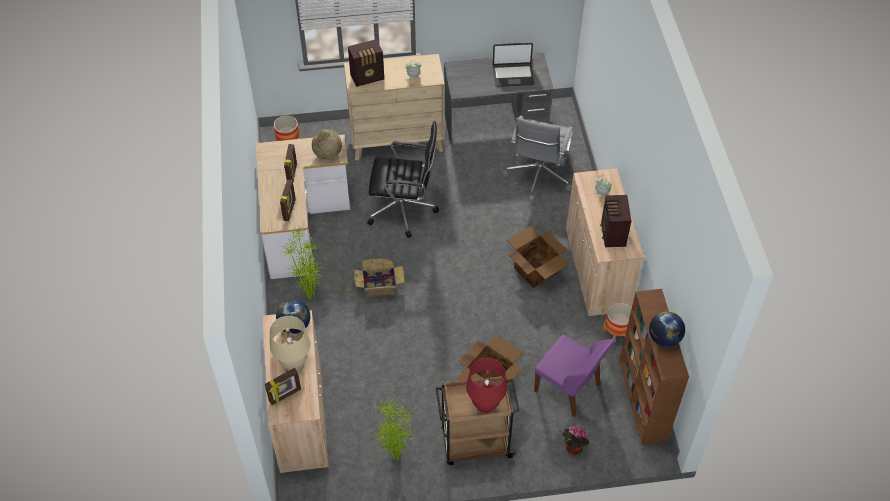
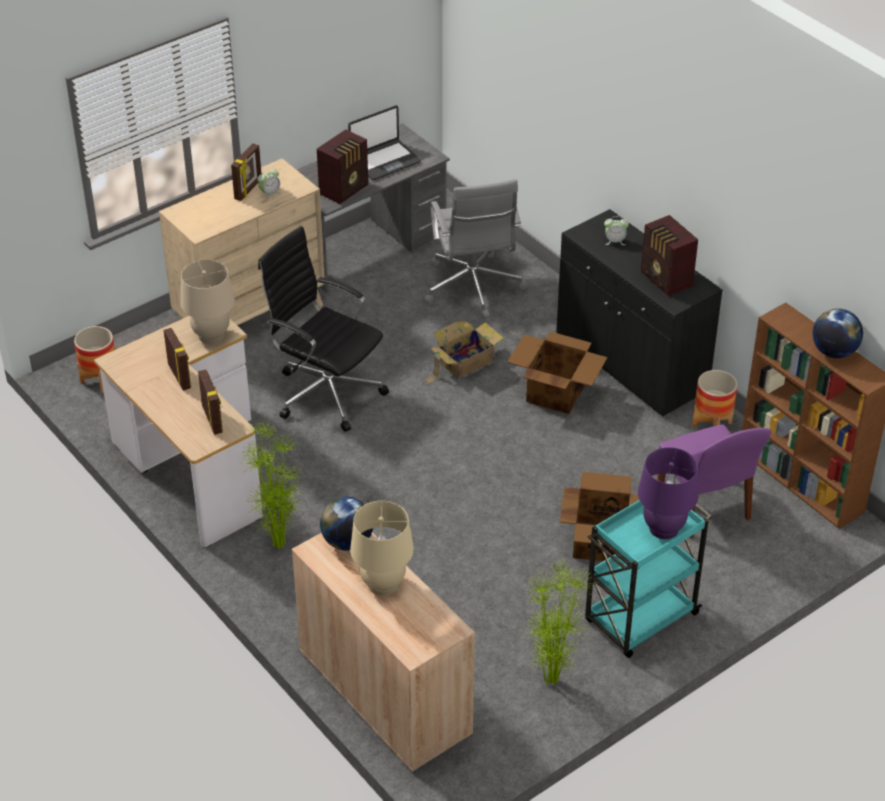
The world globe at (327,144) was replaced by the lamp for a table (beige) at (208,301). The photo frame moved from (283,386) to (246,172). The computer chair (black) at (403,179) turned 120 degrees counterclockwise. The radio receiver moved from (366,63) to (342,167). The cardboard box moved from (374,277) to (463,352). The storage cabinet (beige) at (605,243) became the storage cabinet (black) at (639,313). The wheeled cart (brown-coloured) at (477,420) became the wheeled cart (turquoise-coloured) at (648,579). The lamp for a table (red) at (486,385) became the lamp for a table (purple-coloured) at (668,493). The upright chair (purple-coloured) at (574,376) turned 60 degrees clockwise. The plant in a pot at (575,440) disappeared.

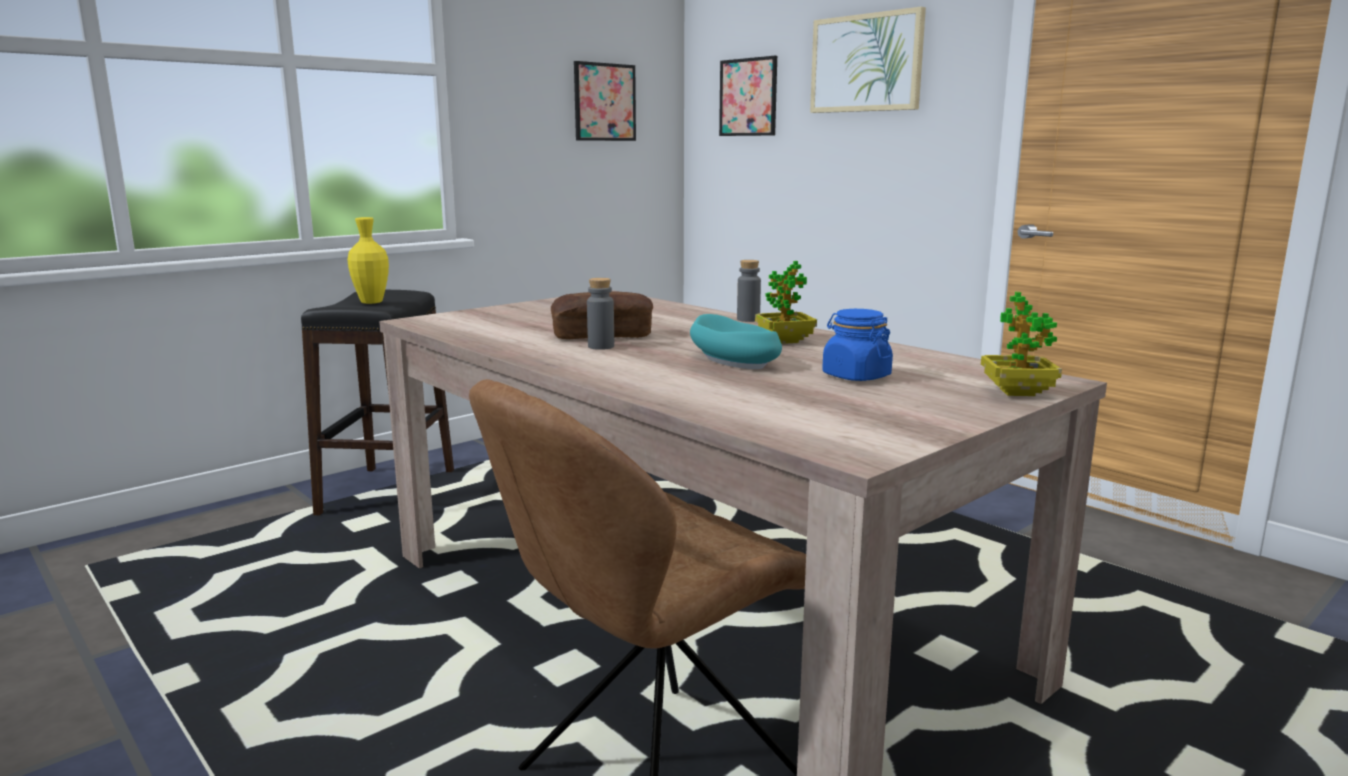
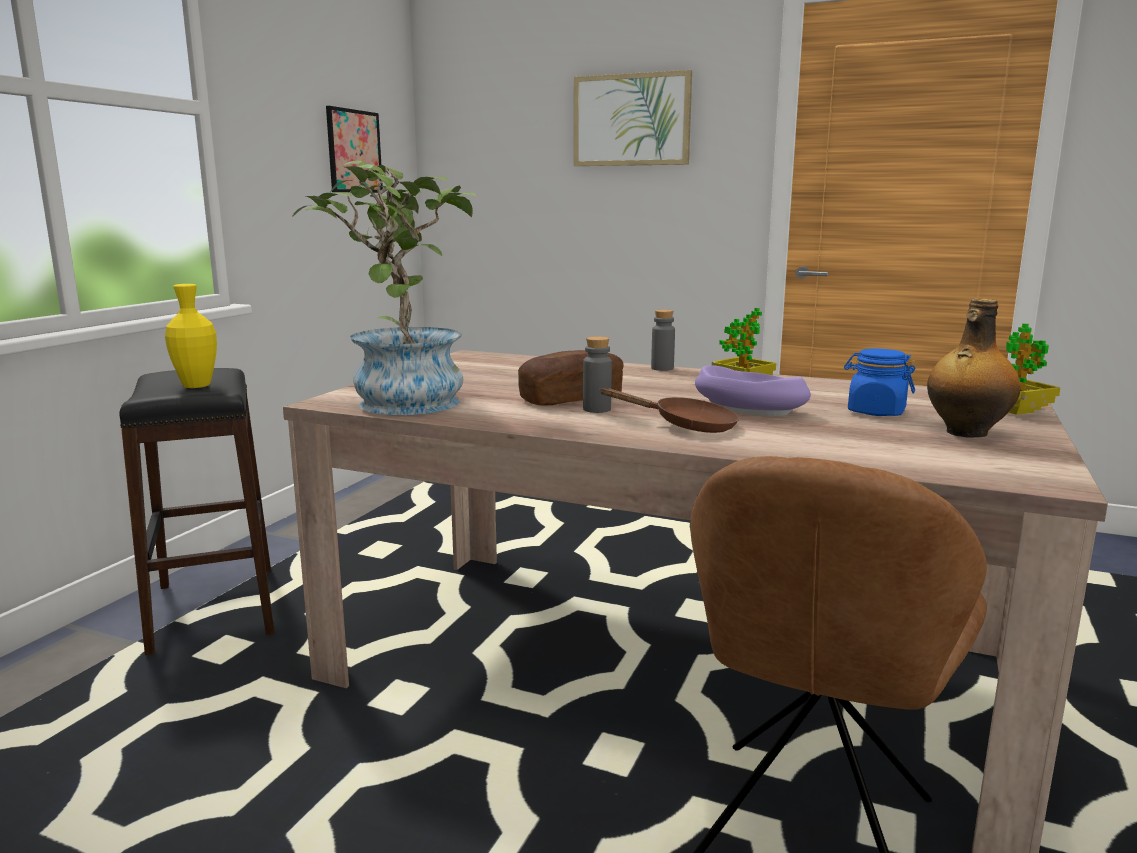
The plant in a pot at (384,287) appeared. The frying pan (brown-coloured) at (669,410) appeared. The bowl (turquoise-coloured) at (736,341) became the bowl (purple-coloured) at (753,390). The bottle at (974,368) appeared. The wall art at (748,96) disappeared.

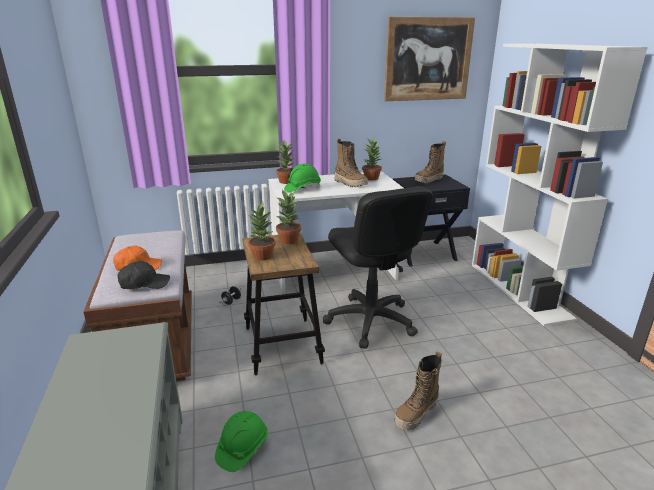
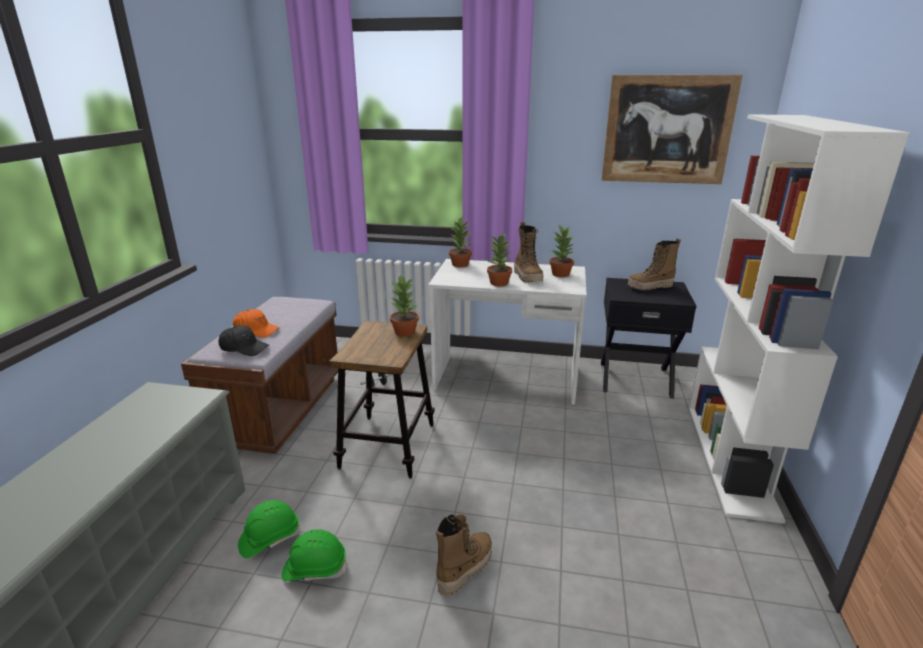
The work helmet (green) moved from (302,178) to (315,555). The high-top boot at (418,391) turned 150 degrees clockwise. The plant in a pot moved from (262,232) to (499,259). The computer chair (black) at (378,267) disappeared.

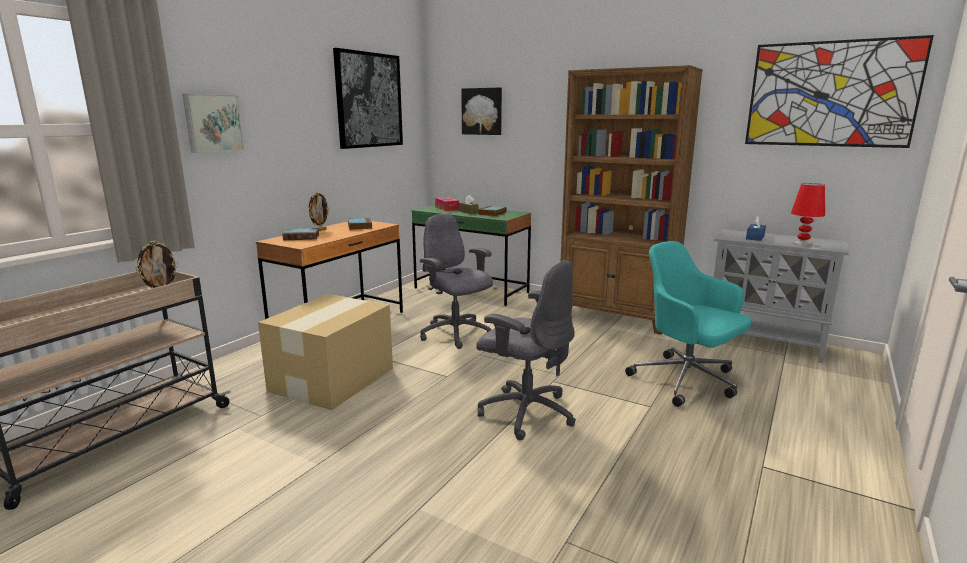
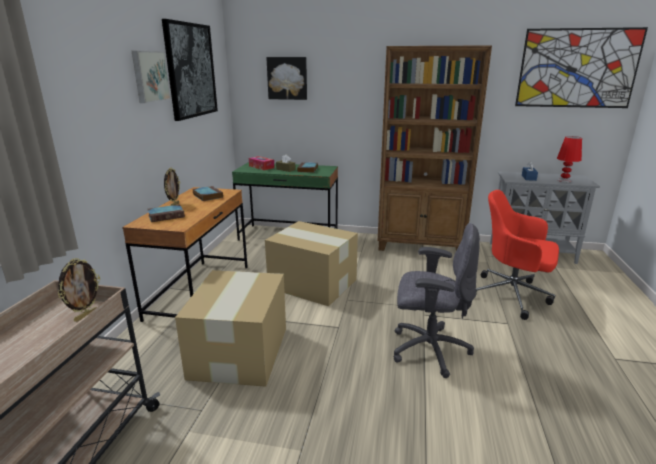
The wall art moved from (213,123) to (151,77). The computer chair (grey) at (456,281) was replaced by the cardboard box at (311,263). The computer chair (turquoise-coloured) at (688,324) became the computer chair (red) at (517,255).

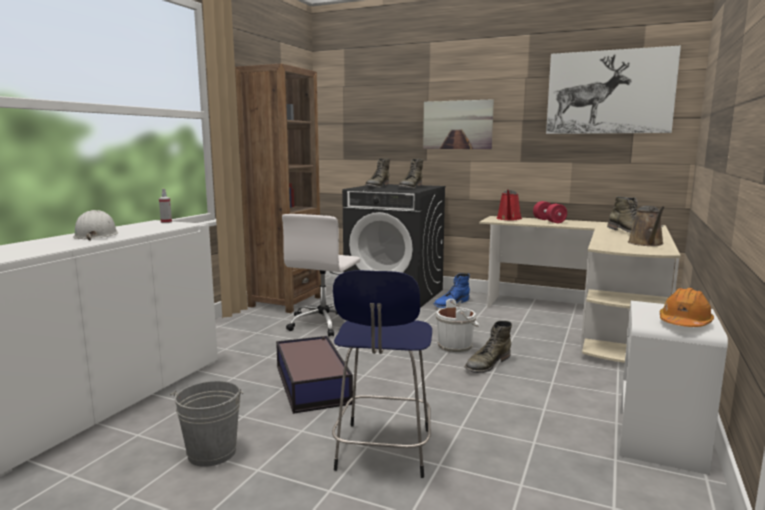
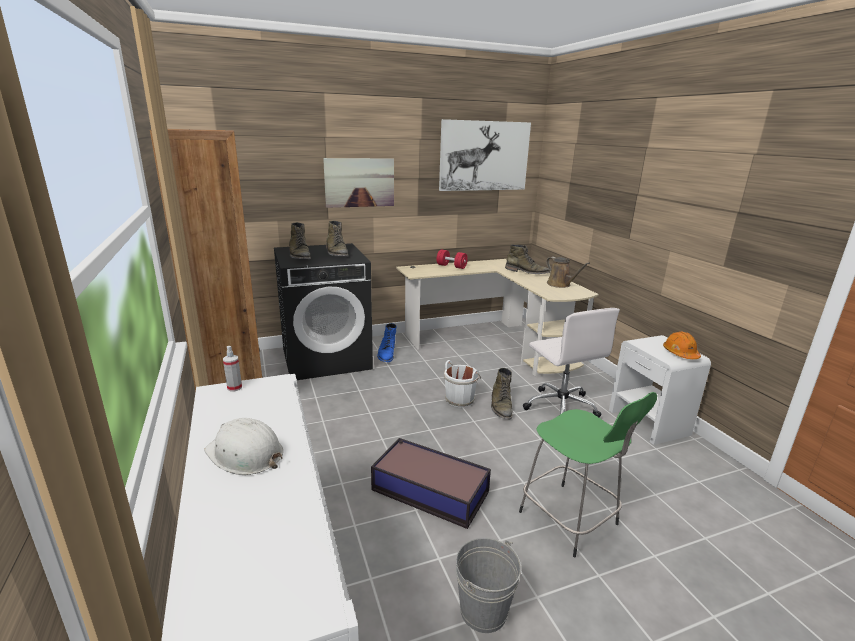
The sitting stool (blue) at (382,374) became the sitting stool (green) at (588,474). The computer chair (whitish) moved from (321,275) to (571,363). The watering pot (red) at (509,204) disappeared.

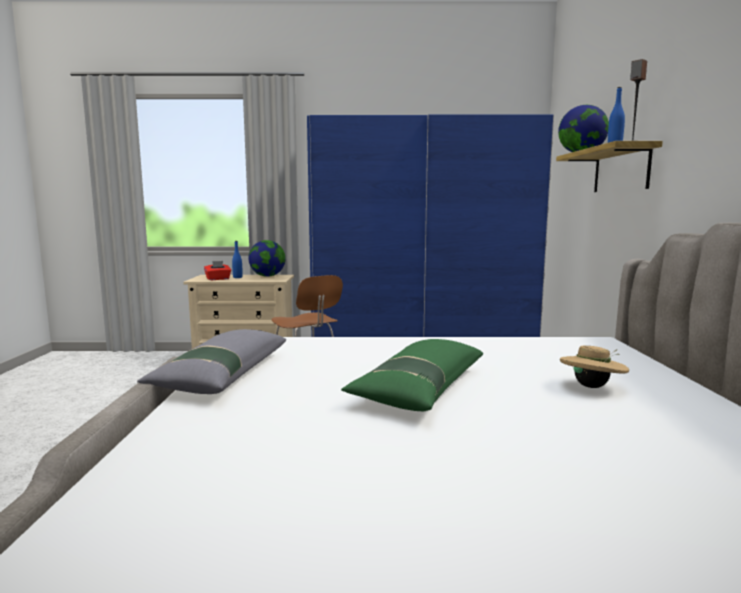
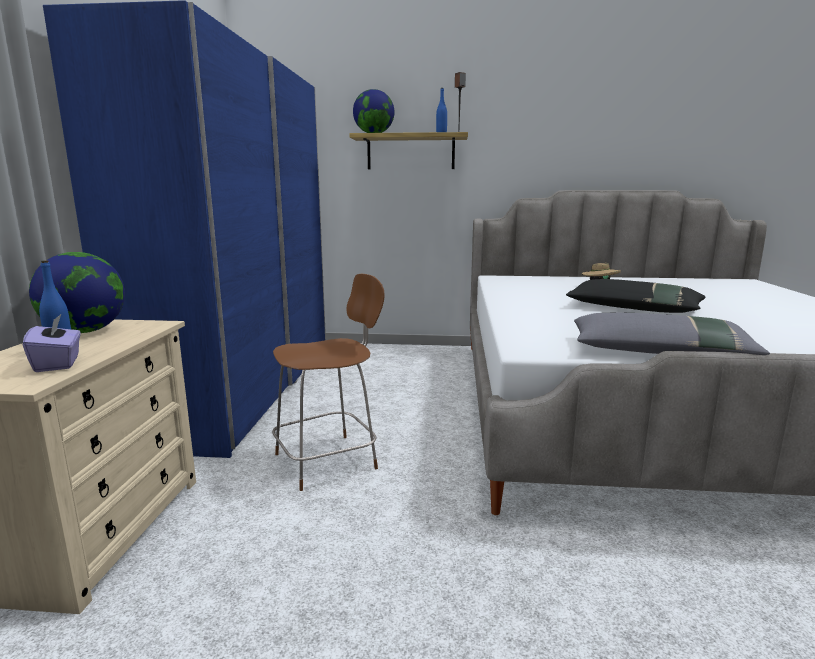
The tissue holder (red) at (217,270) became the tissue holder (purple-coloured) at (52,343). The pillow (green) at (412,375) became the pillow (black) at (636,296).

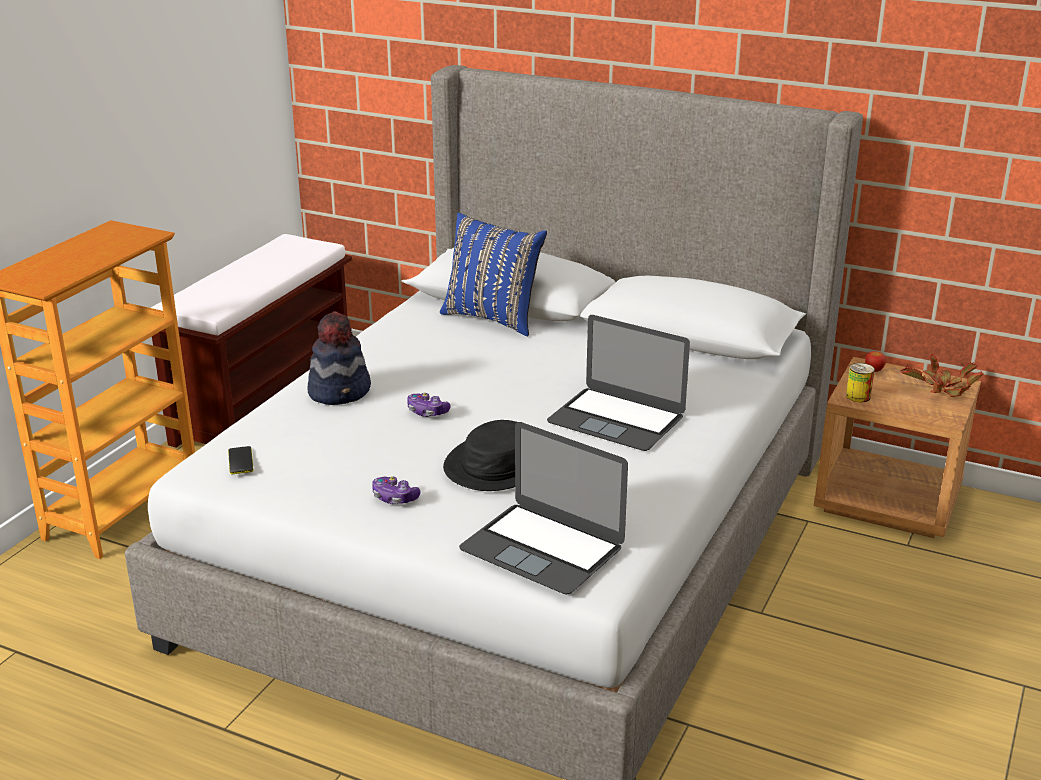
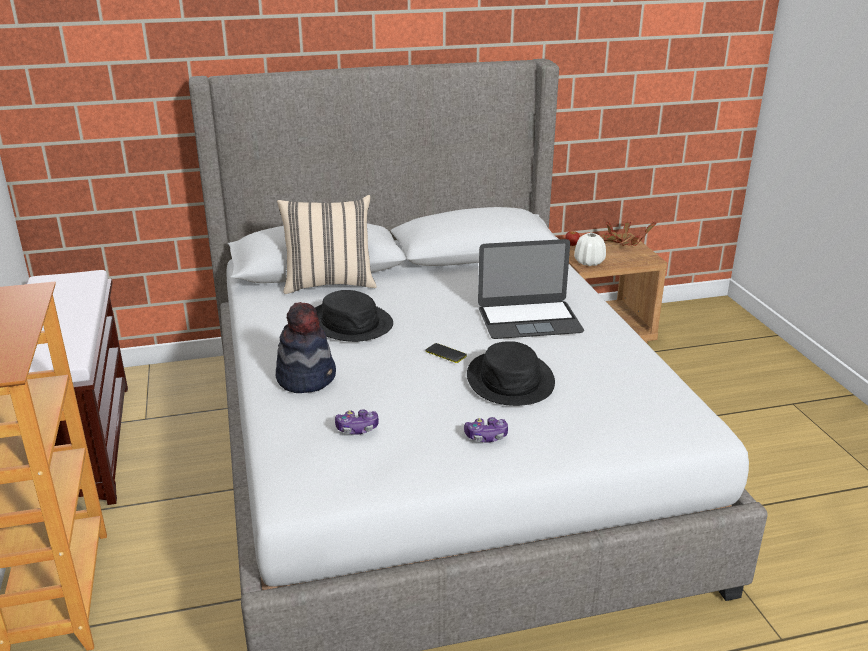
The pillow (blue) at (493,274) became the pillow (beige) at (327,244). The clothing hat (black) at (354,316) appeared. The gamepad moved from (428,404) to (357,422). The handset moved from (241,460) to (446,353). The can at (860,382) was replaced by the decorative vase (whitish) at (590,249). The notebook computer at (543,508) disappeared.

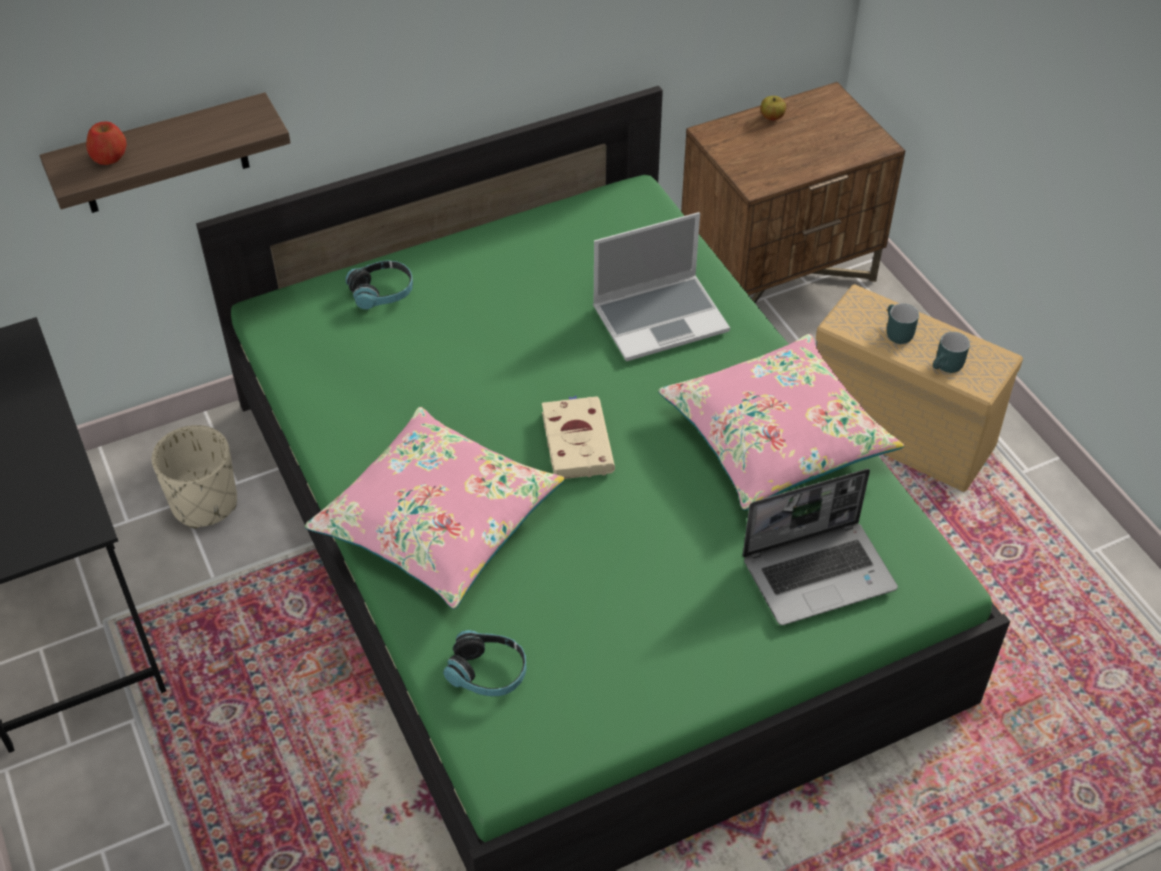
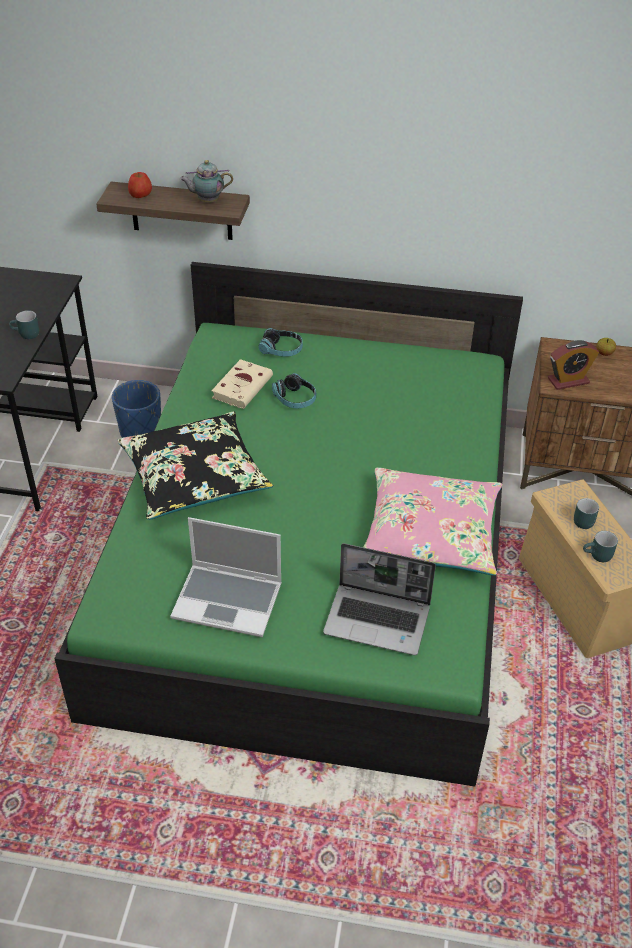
The tea mug (turquoise-coloured) at (24,324) appeared. The plant pot (beige) at (194,476) became the plant pot (blue) at (136,409). The pillow (pinkish) at (435,508) became the pillow (black) at (195,465). The notebook computer moved from (661,286) to (226,577). The pot for tea at (206,181) appeared. The volume (beige) moved from (578,437) to (242,384). The headphones moved from (485,663) to (294,391). The table clock at (573,365) appeared.

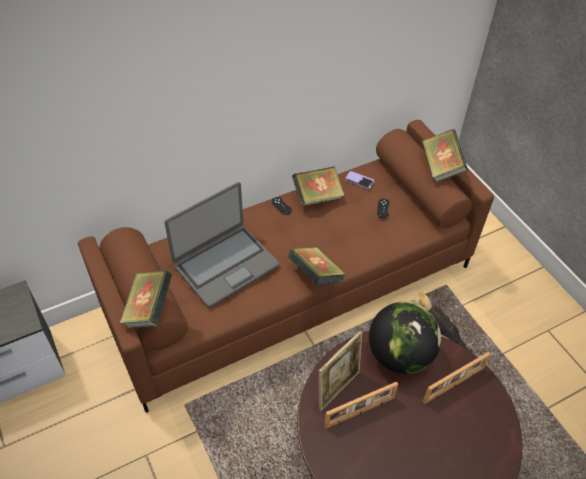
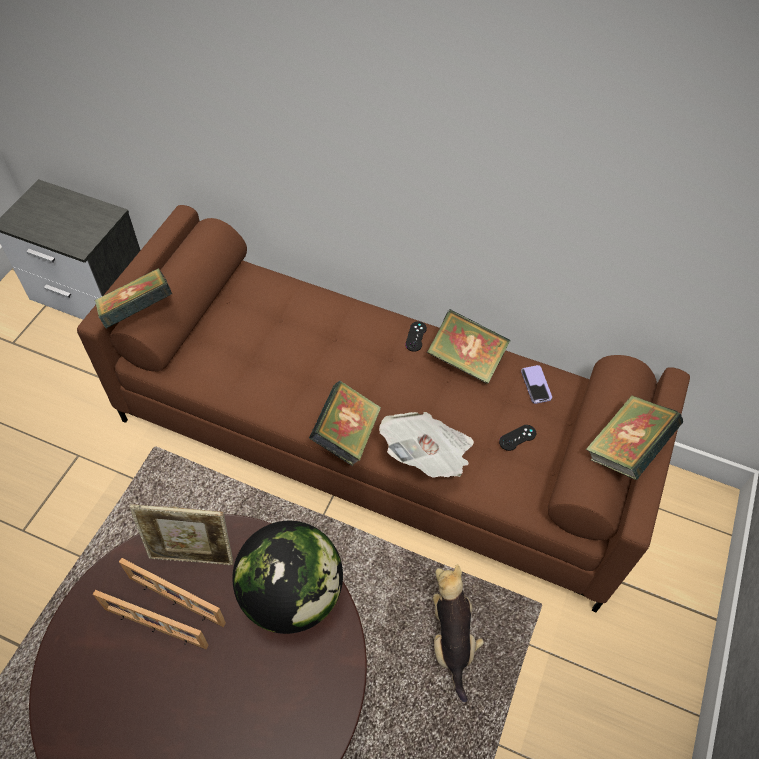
The photo frame moved from (457,378) to (150,619). The daily paper at (426,445) appeared. The notebook computer at (221,245) disappeared.

